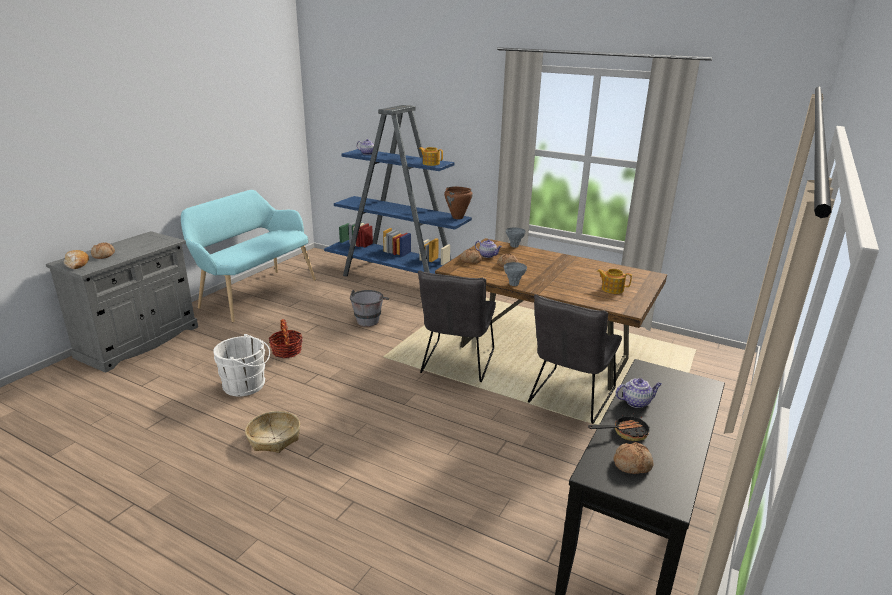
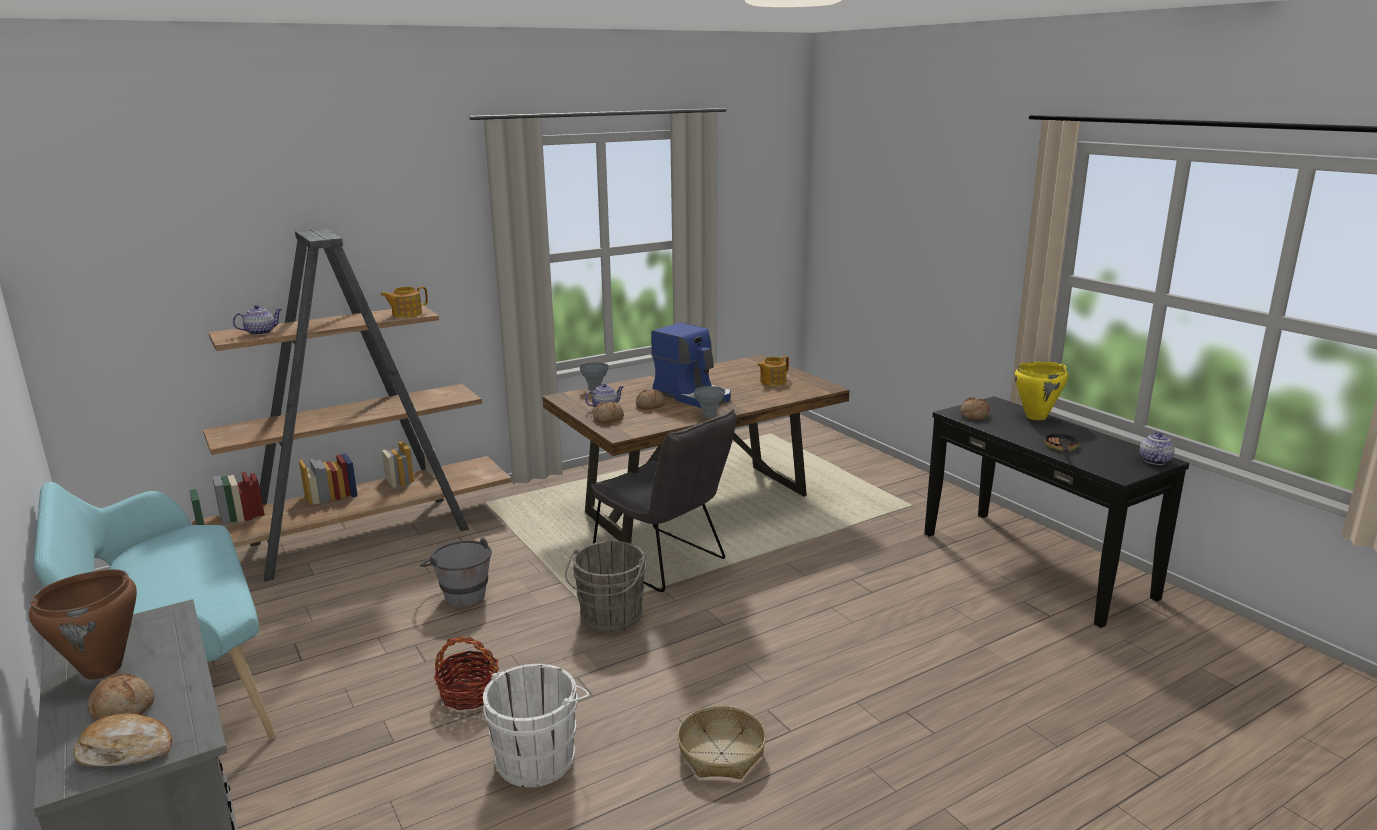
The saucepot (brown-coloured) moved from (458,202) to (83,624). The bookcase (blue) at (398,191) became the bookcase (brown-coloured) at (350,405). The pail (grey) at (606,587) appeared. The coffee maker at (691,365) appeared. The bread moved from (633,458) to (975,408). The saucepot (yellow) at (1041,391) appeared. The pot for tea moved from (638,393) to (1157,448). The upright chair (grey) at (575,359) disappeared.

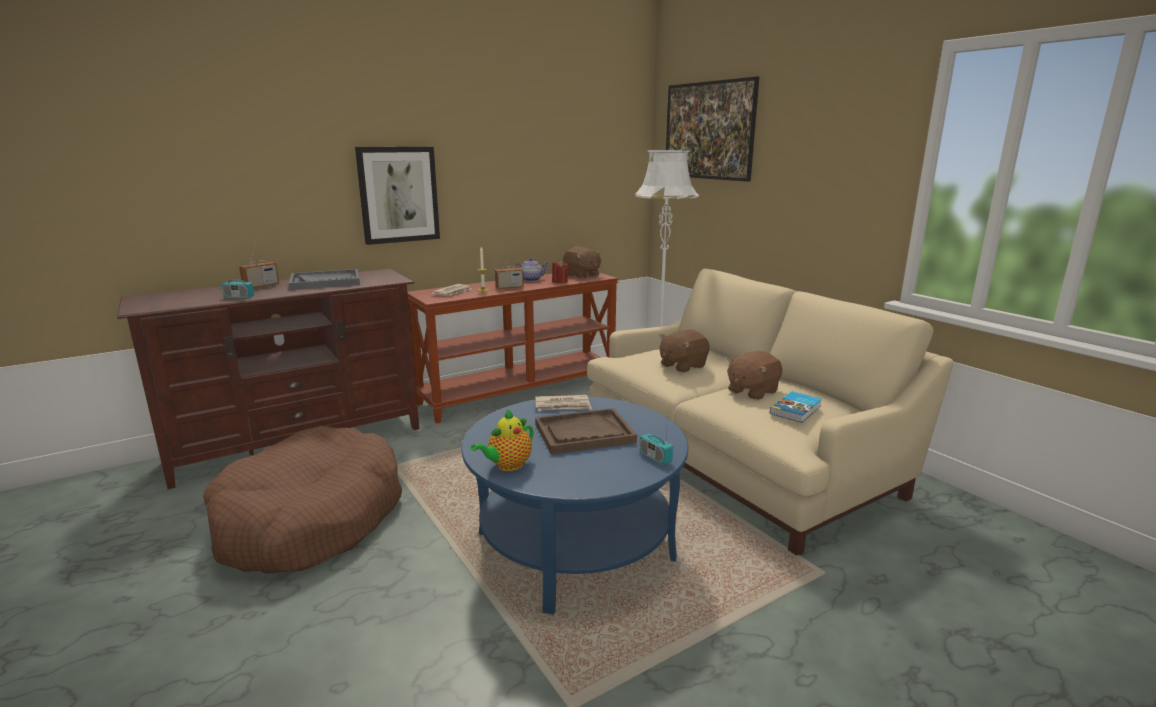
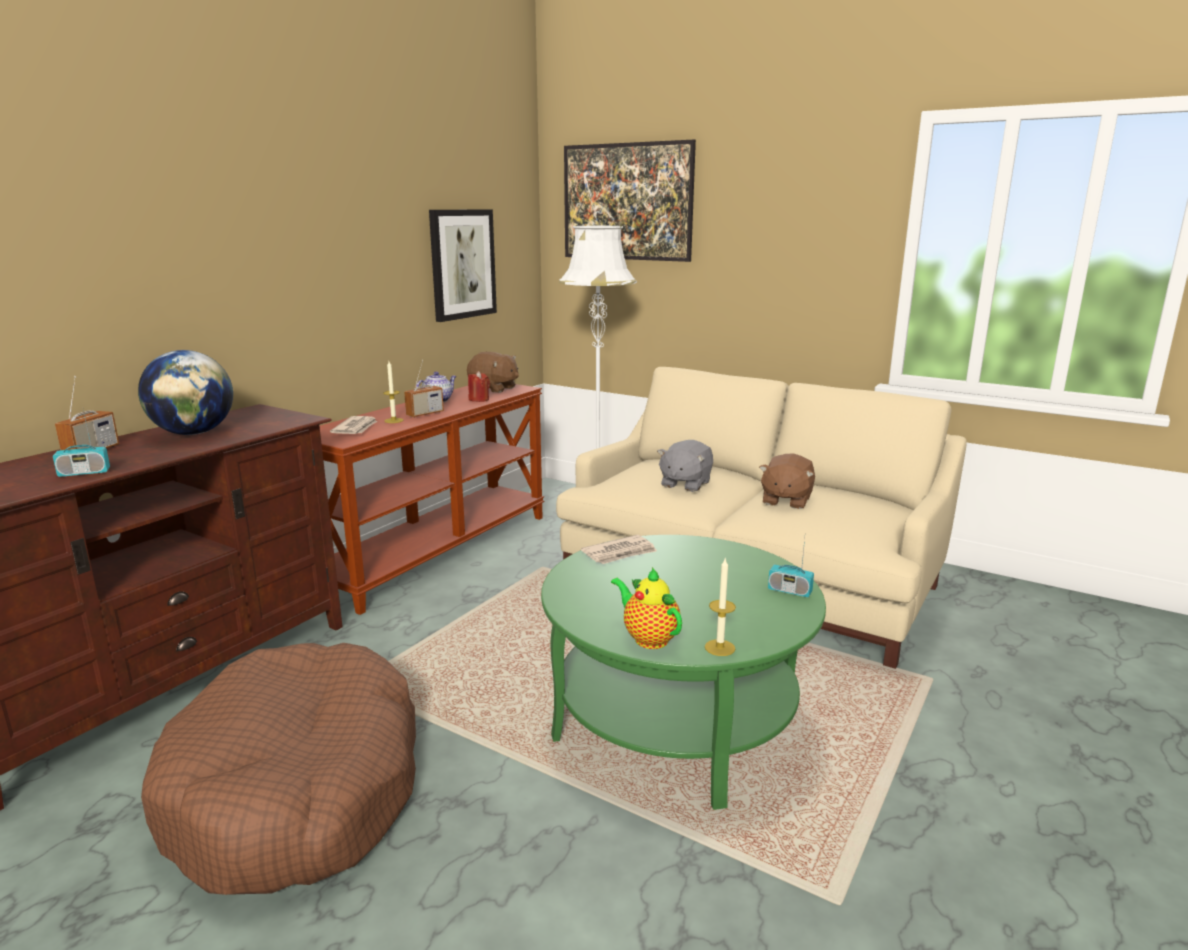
The carrying tray (grey) at (324,279) was replaced by the world globe at (185,392). The wall art moved from (397,196) to (463,266). The lounge table (blue) at (574,505) became the lounge table (green) at (683,672). The pot for tea at (502,440) turned 120 degrees clockwise. The soft toy (brown-coloured) at (685,351) became the soft toy (grey) at (685,466). The wax candle at (720,607) appeared. The carrying tray (brown-coloured) at (586,431) disappeared. The volume at (796,407) disappeared.

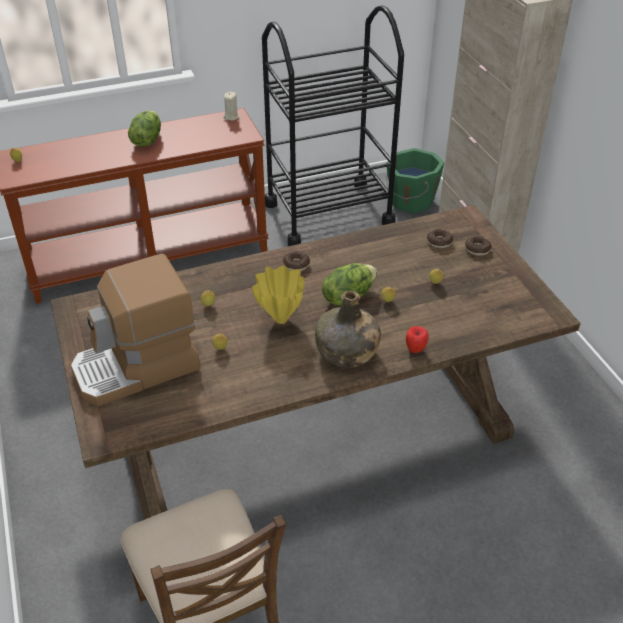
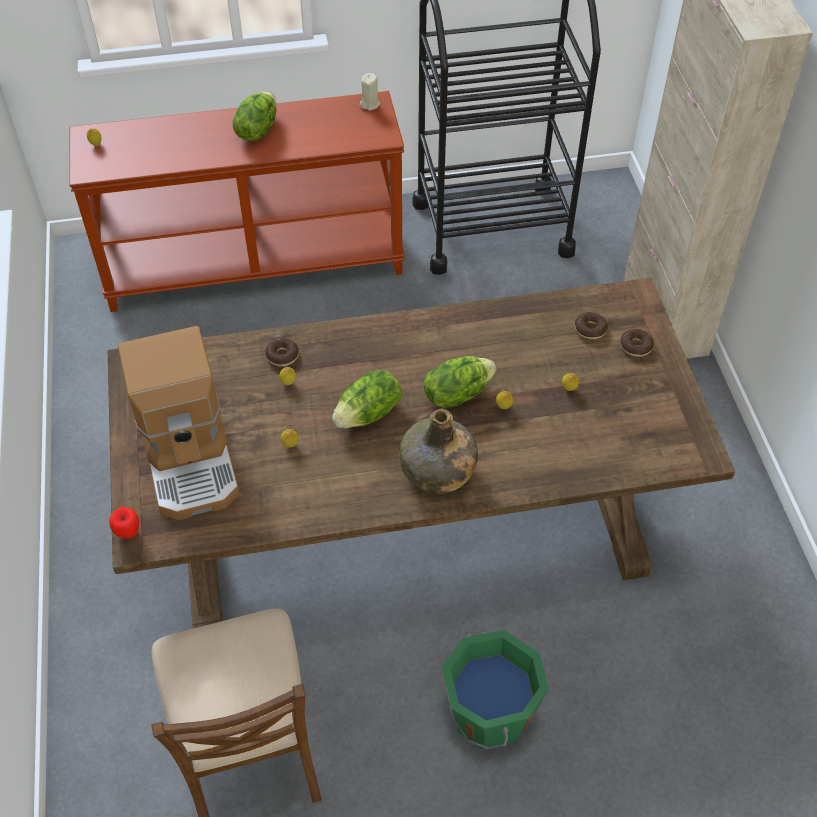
The apple moved from (417,339) to (124,523). The coffee maker at (135,330) turned 90 degrees counterclockwise. The ring doughnut moved from (296,261) to (282,352). The decorative vase (yellow) at (278,295) was replaced by the head of lettuce at (367,399). The pail (green) moved from (415,180) to (495,689).

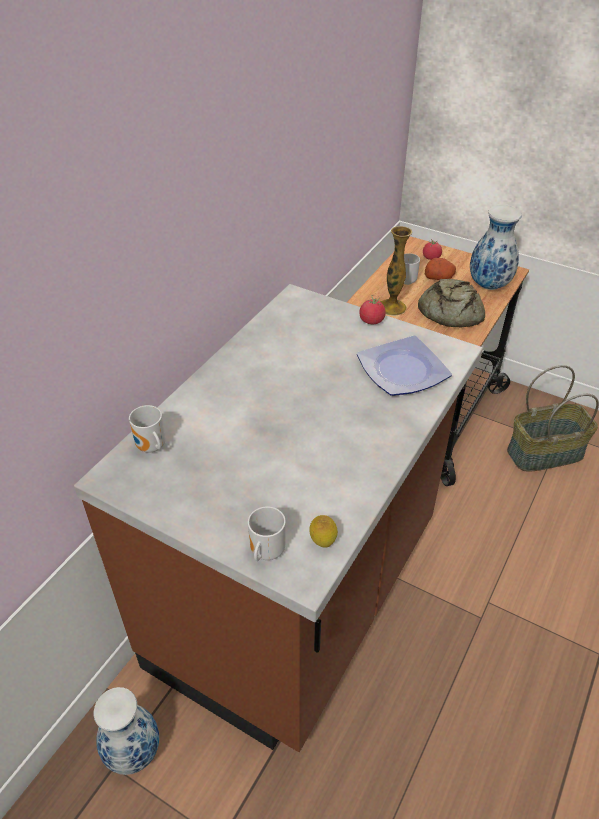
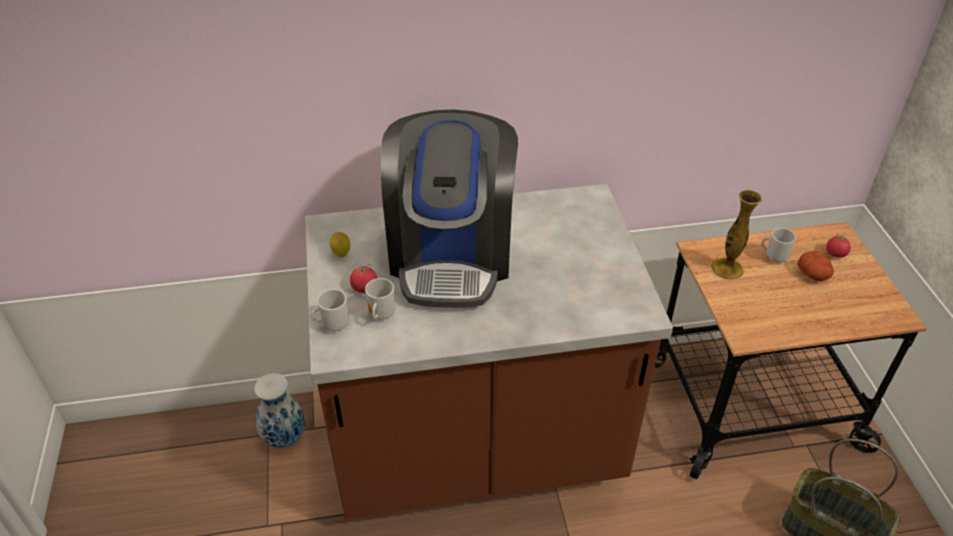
The citrus fruit moved from (323,531) to (340,244). The tomato moved from (372,309) to (363,278). The tea mug moved from (147,429) to (380,299). The coffee maker at (449,208) appeared. The flat dish at (404,366) disappeared. The bread at (451,303) disappeared. The decorative vase at (496,247) disappeared.

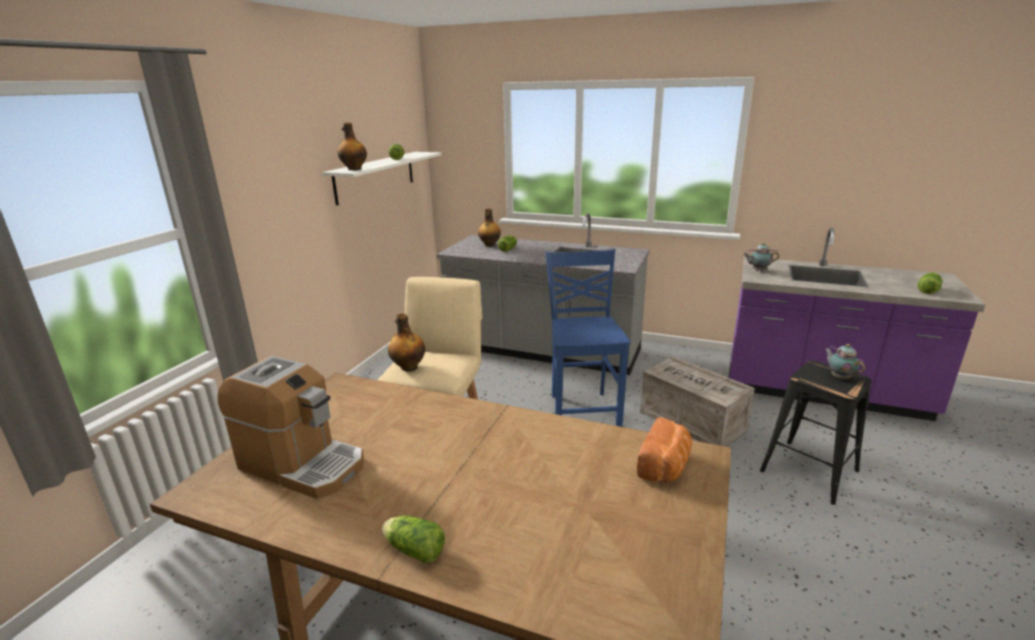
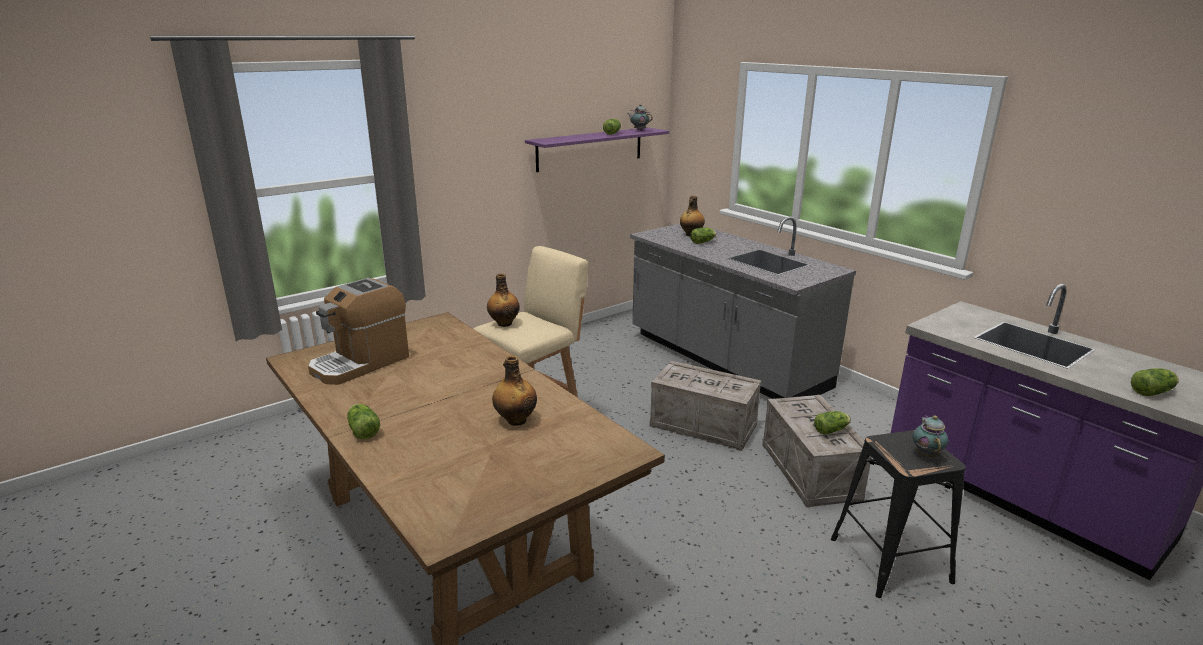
The coffee maker at (291,427) turned 75 degrees clockwise. The bottle moved from (352,146) to (514,390). The bracket shelf (whitish) at (381,179) became the bracket shelf (purple-coloured) at (597,149). The pot for tea moved from (761,257) to (640,117). The upright chair (blue) at (588,338) was replaced by the crate at (705,406). The head of lettuce at (832,422) appeared. The bread at (664,449) disappeared.

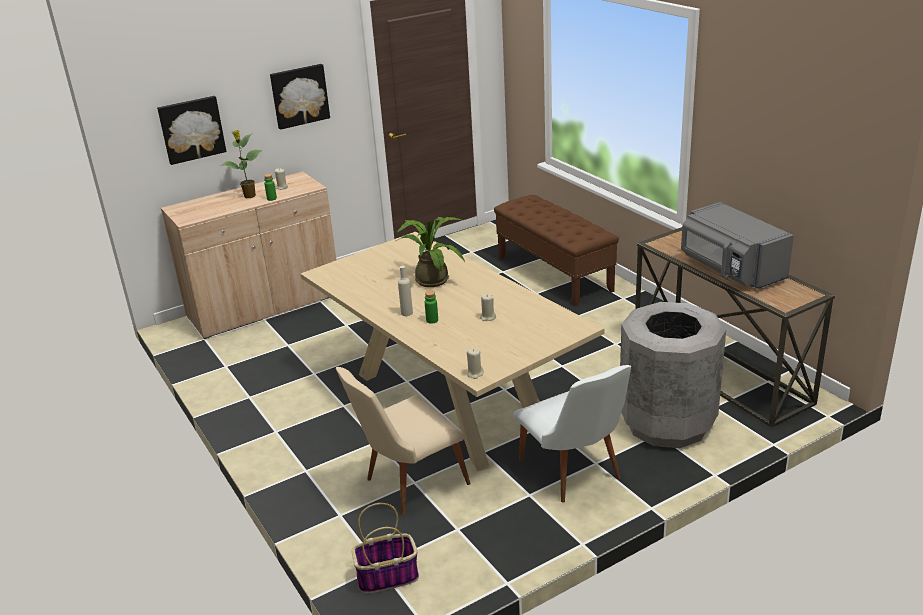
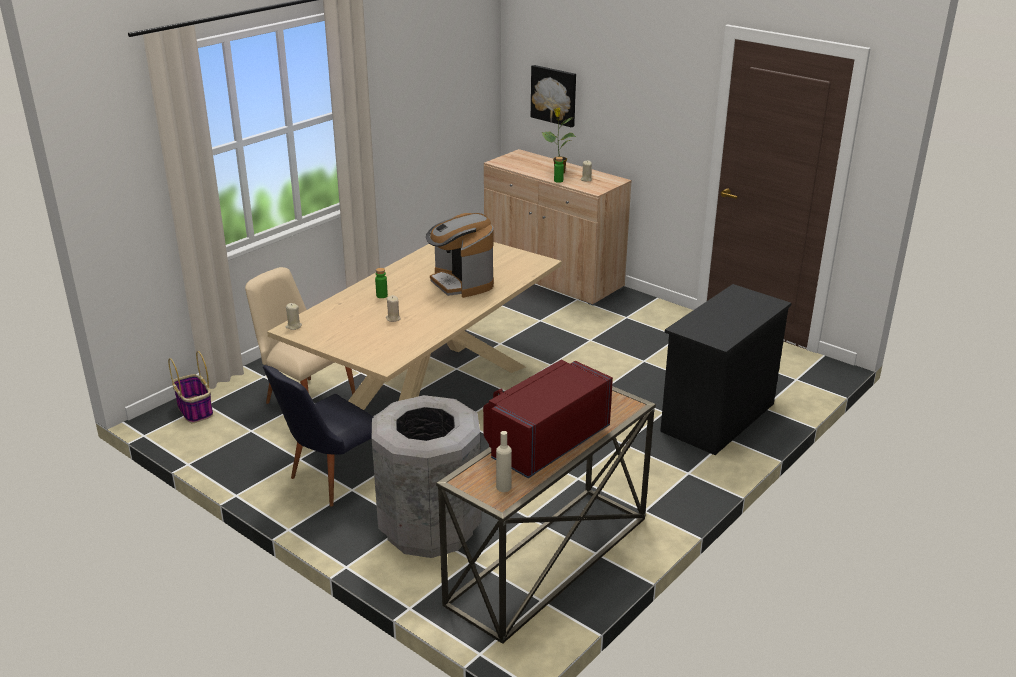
The upright chair (whitish) at (572,433) became the upright chair (black) at (318,436). The plant in a pot at (430,252) was replaced by the coffee maker at (460,255). The kitchen microwave (grey) at (737,245) became the kitchen microwave (red) at (548,419). The bottle (beige) moved from (405,291) to (504,461). The long seat (brown-coloured) at (556,250) was replaced by the chest of drawers (black) at (726,369). The wall art at (300,97) disappeared.

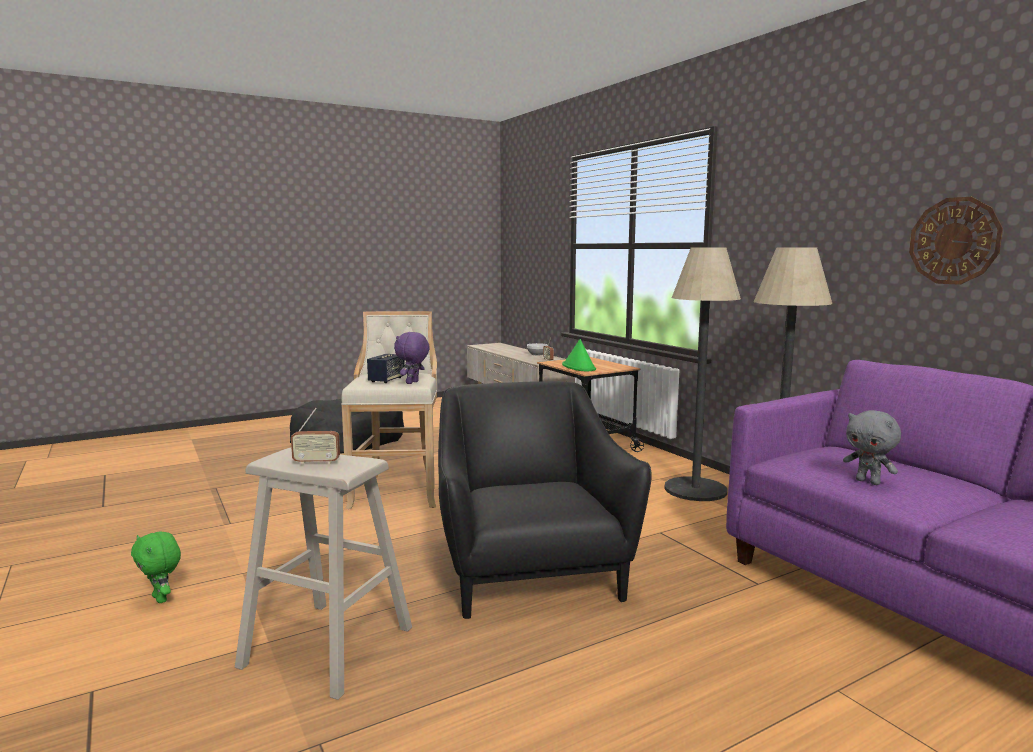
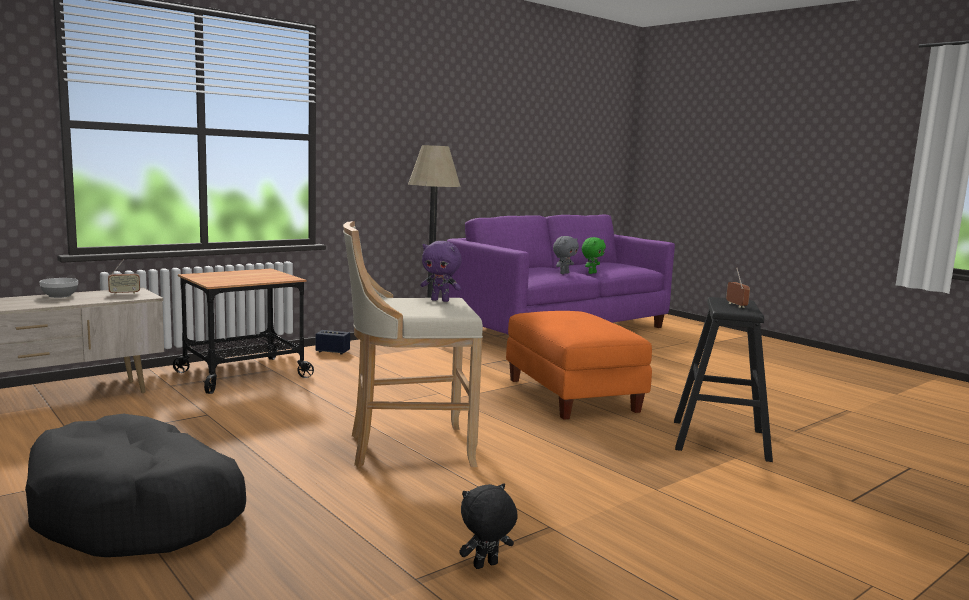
The loudspeaker moved from (386,368) to (332,342). The soft toy (black) at (488,526) appeared. The lounge chair (black) at (545,500) was replaced by the pouffe (orangey) at (579,365). The soft toy (green) moved from (156,567) to (594,255). The sitting stool (beige) at (323,573) became the sitting stool (black) at (723,379). The clothing hat (green) at (579,355) disappeared. The standing lamp at (702,374) disappeared. The wall clock at (956,241) disappeared.

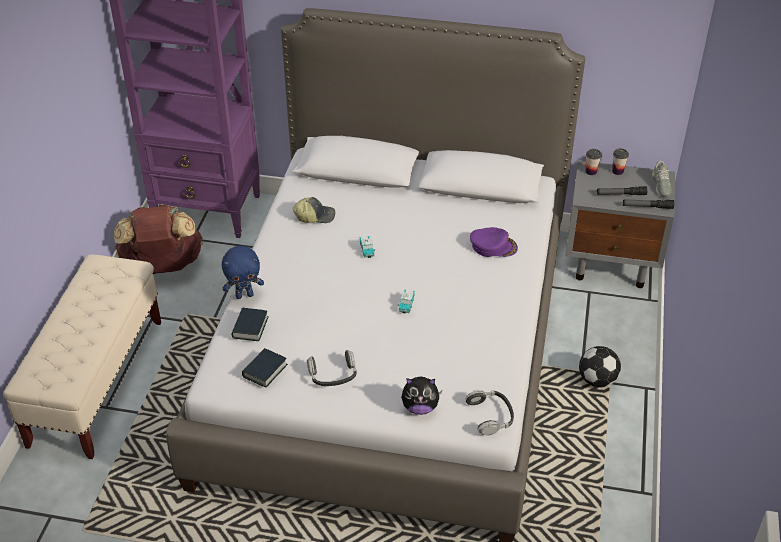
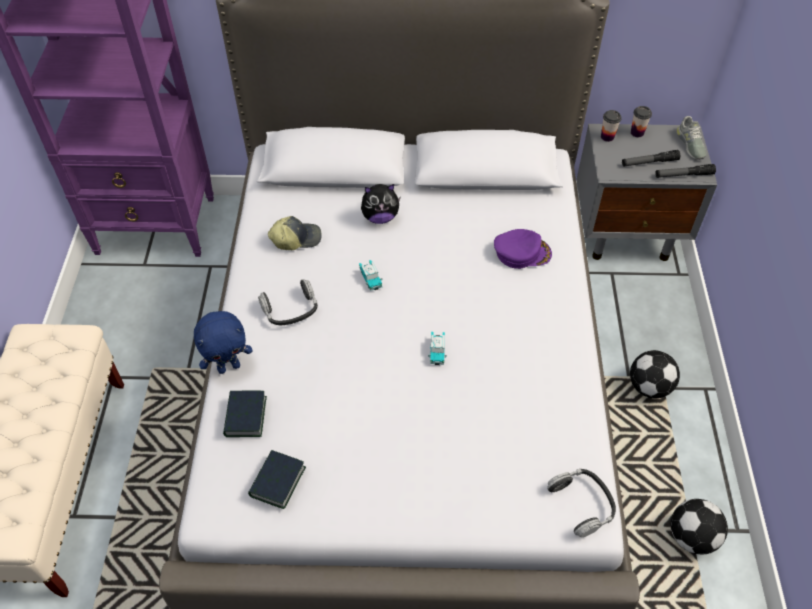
The headphones moved from (332,368) to (288,302). The soft toy moved from (421,396) to (380,204). The football at (699,526) appeared. The rucksack (brown-coloured) at (158,239) disappeared.

